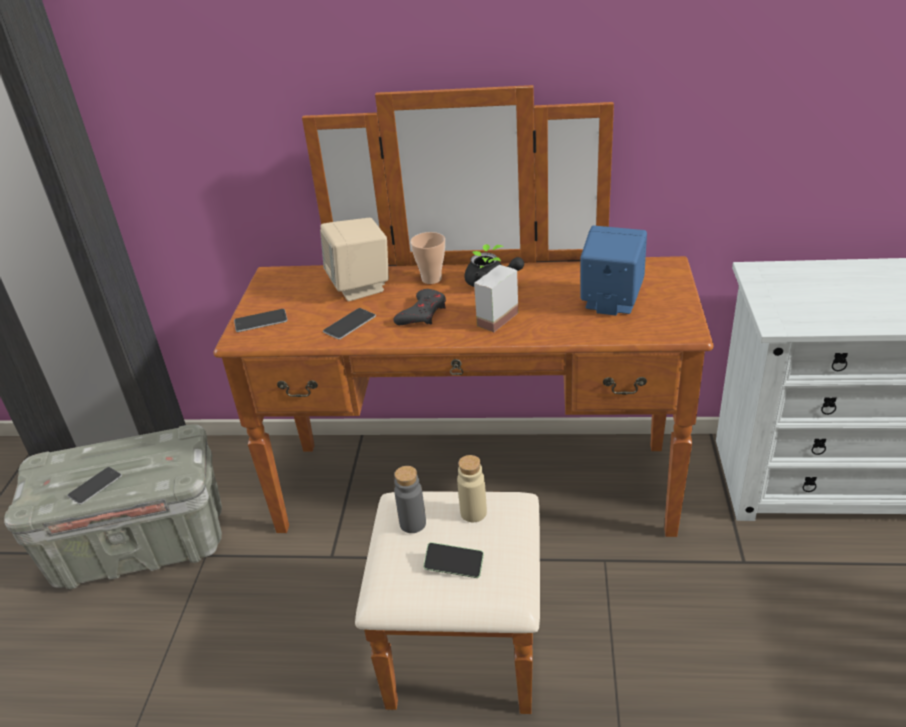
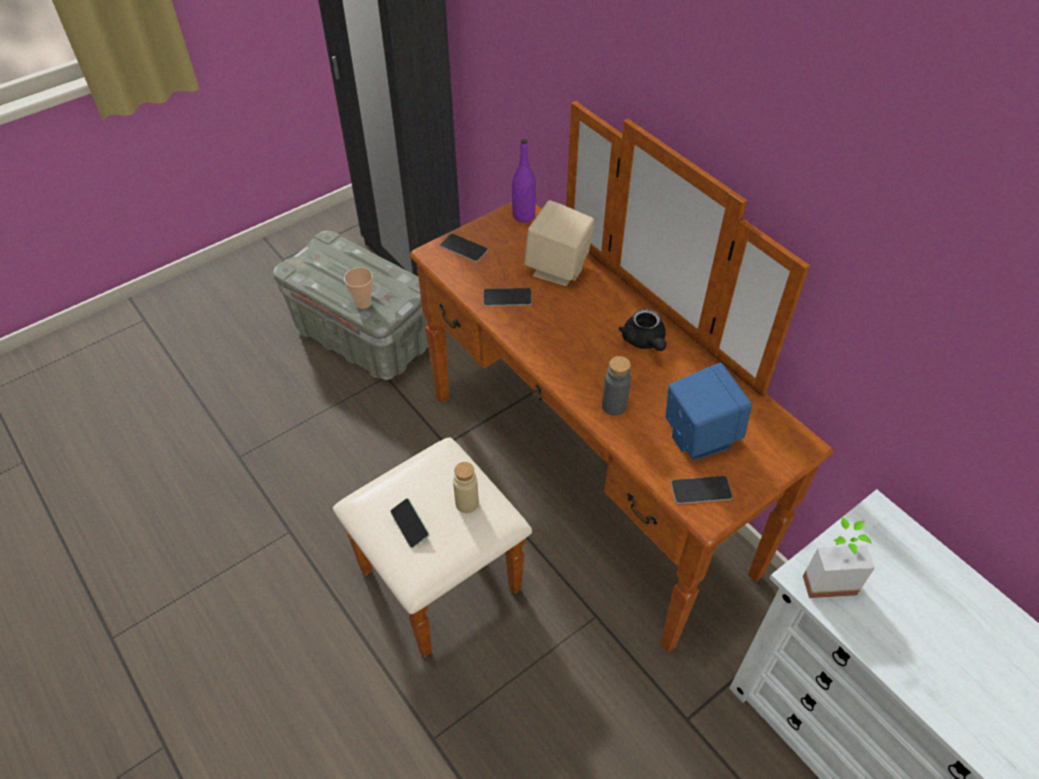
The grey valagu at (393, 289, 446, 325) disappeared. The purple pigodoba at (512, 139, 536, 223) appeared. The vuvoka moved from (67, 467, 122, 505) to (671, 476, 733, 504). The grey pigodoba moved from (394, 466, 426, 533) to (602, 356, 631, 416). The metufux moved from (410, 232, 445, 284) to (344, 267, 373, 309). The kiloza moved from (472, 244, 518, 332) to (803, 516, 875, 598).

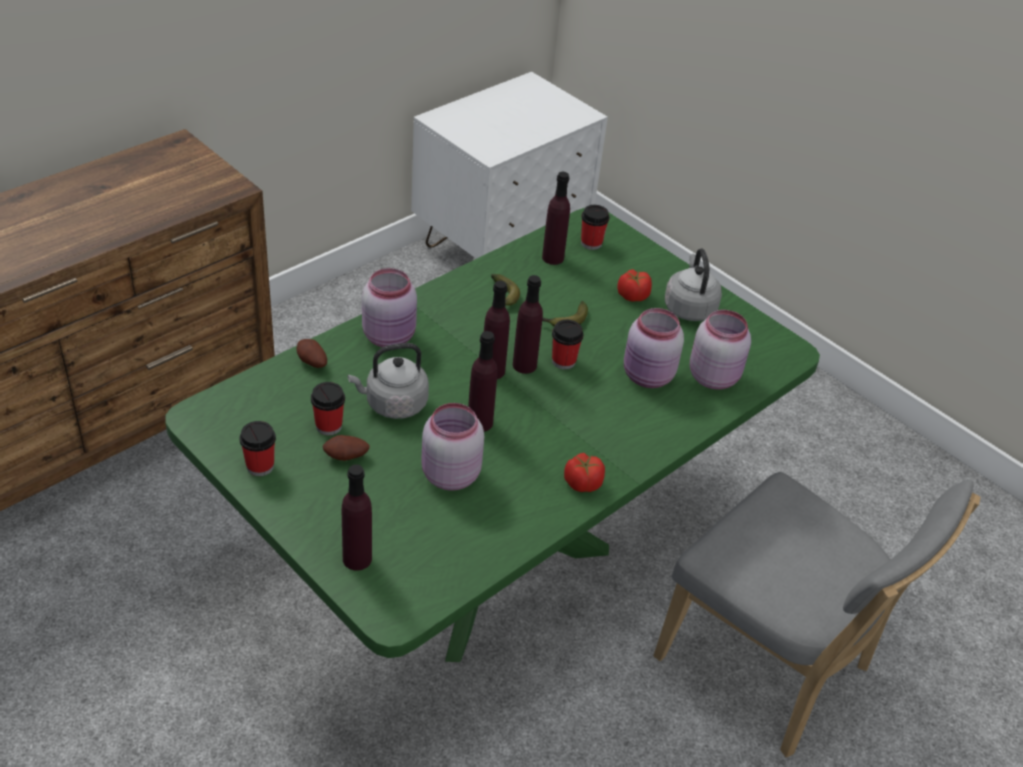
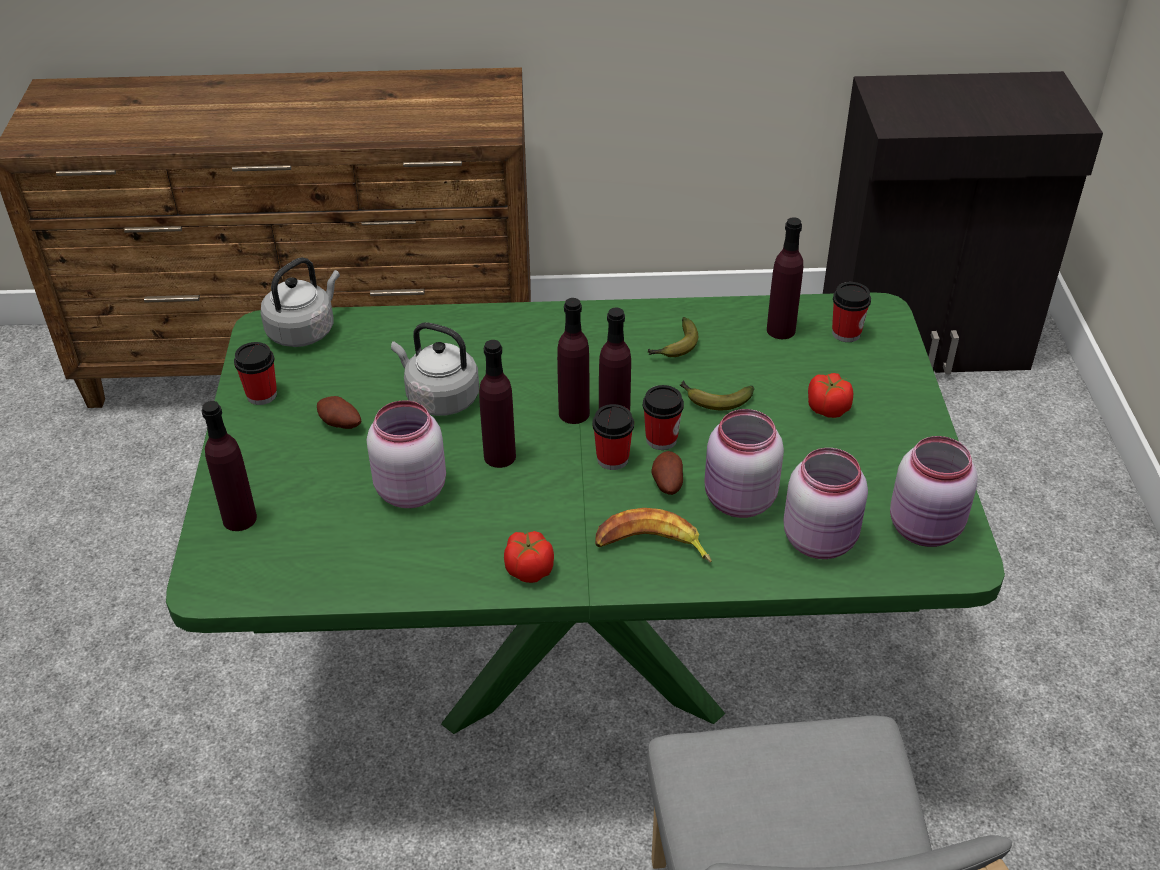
The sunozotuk at (595, 508, 712, 562) appeared. The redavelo moved from (297, 339, 327, 368) to (651, 451, 683, 495). The metufux moved from (311, 382, 345, 435) to (592, 404, 634, 470). The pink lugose moved from (362, 268, 417, 347) to (890, 436, 977, 547). The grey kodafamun moved from (665, 249, 722, 321) to (261, 257, 340, 347). The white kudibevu at (411, 72, 608, 259) was replaced by the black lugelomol at (823, 71, 1103, 375).

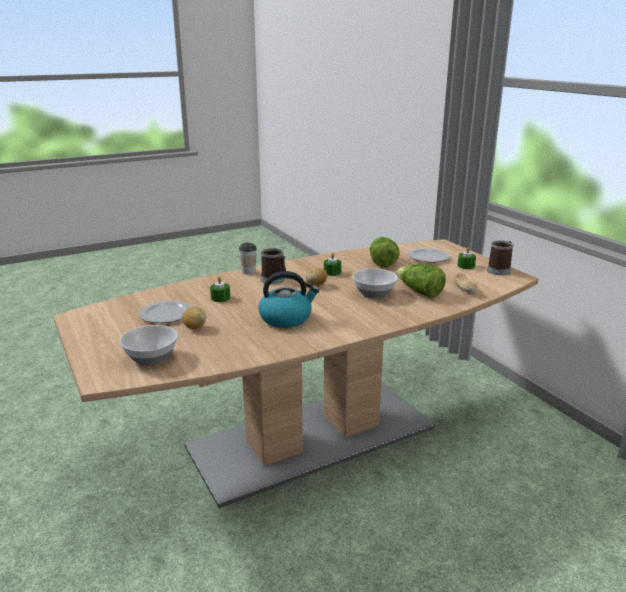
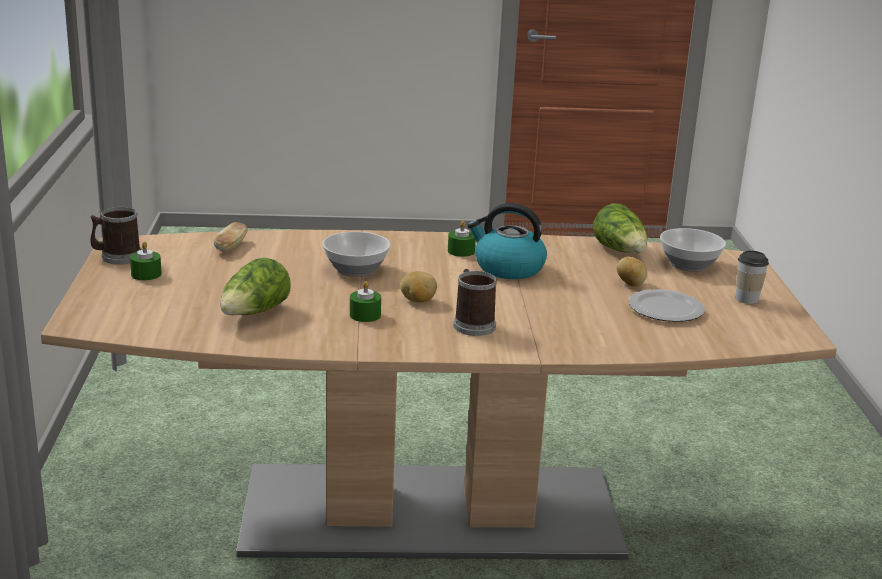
The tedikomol at (408, 248, 450, 263) disappeared. The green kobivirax moved from (210, 277, 230, 302) to (448, 221, 476, 257). The metufux moved from (239, 243, 257, 275) to (736, 251, 769, 304). The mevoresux moved from (396, 264, 446, 298) to (593, 203, 647, 253).

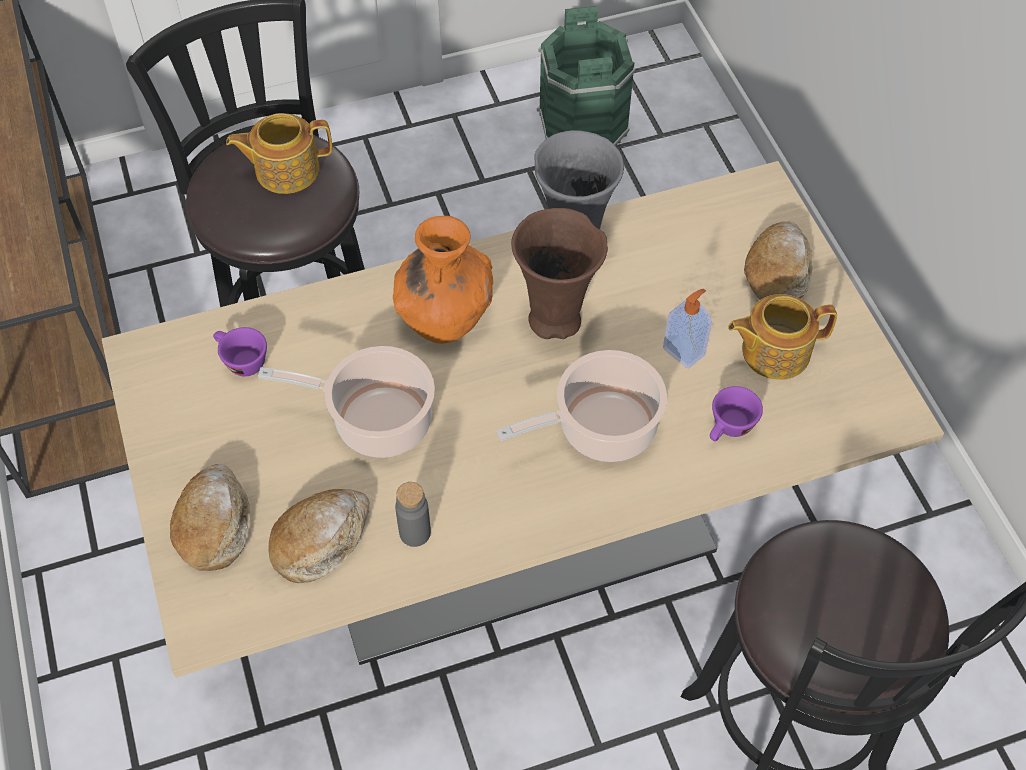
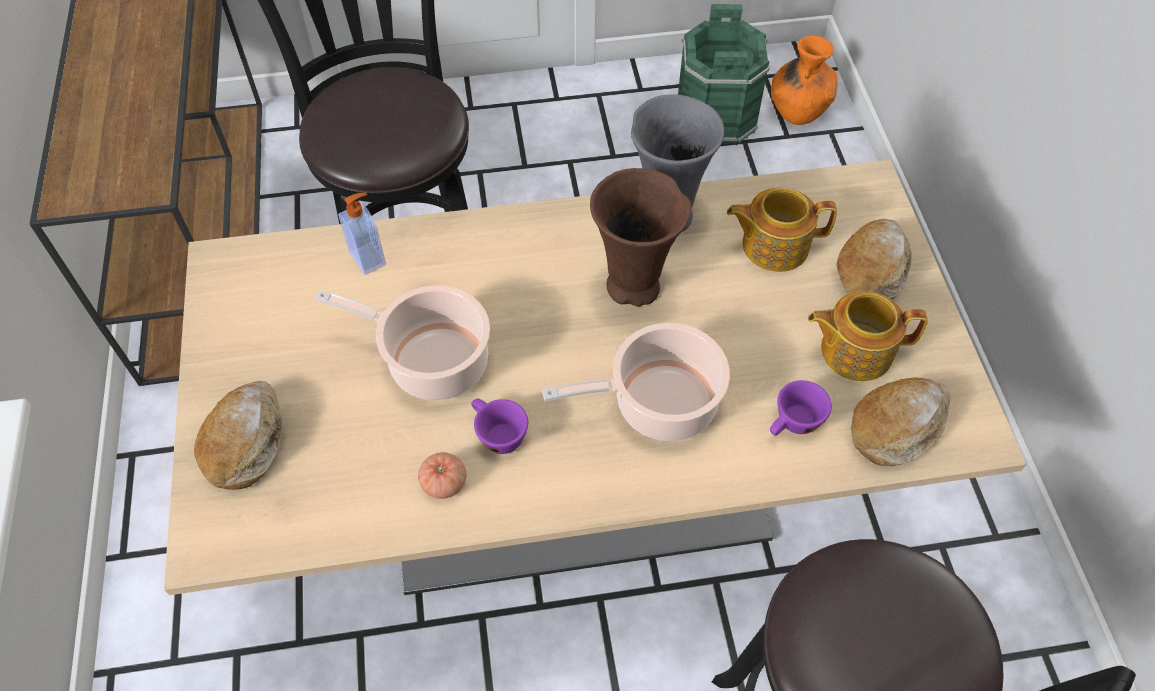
The purple metufux moved from (213, 327, 267, 376) to (471, 399, 528, 454). The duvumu moved from (226, 113, 332, 194) to (727, 187, 837, 272). The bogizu moved from (268, 489, 370, 583) to (851, 377, 950, 466). The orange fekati moved from (393, 216, 493, 344) to (771, 35, 838, 125). The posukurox moved from (663, 289, 712, 369) to (338, 193, 386, 275). The grey pigodoba at (395, 482, 431, 547) was replaced by the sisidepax at (418, 452, 467, 499).

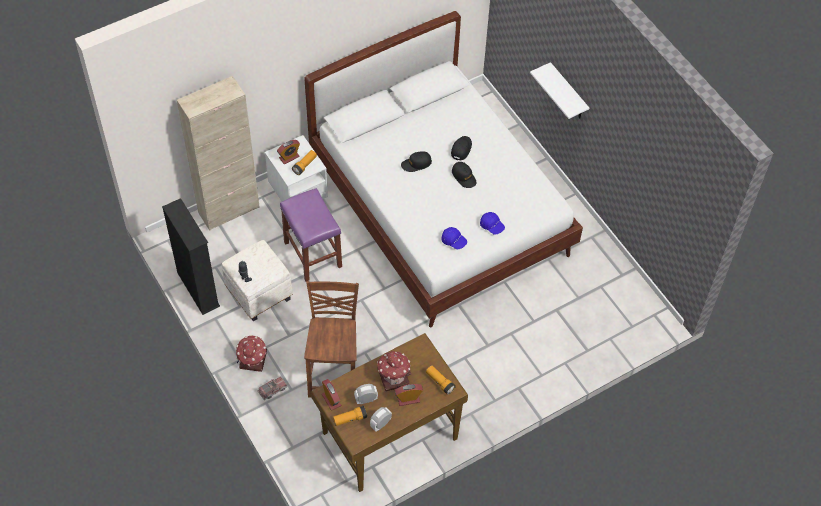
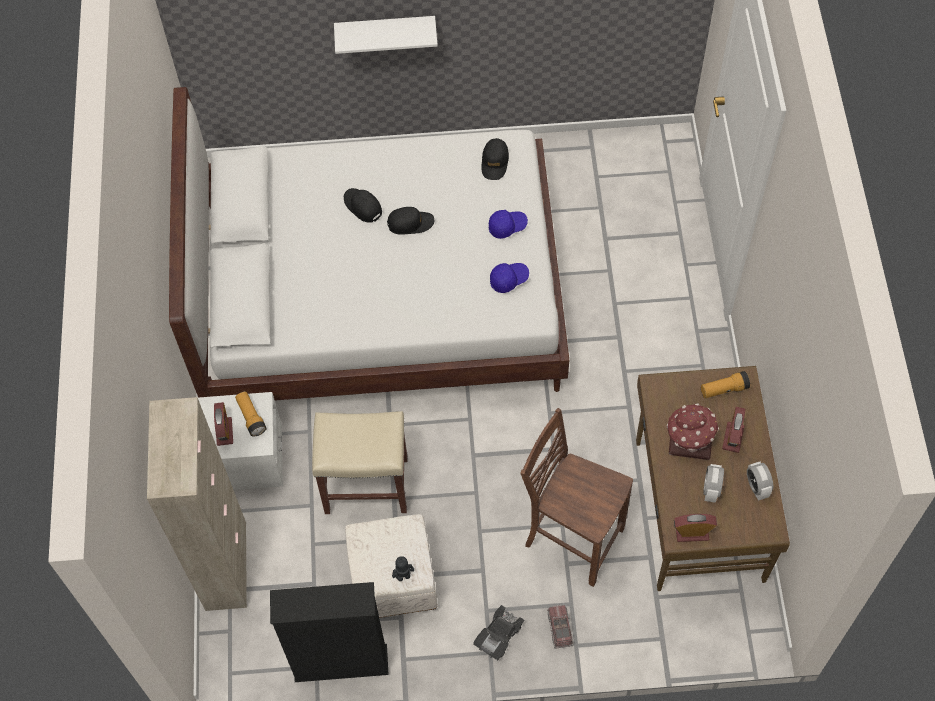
The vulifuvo at (333, 406, 367, 426) disappeared. The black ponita moved from (401, 151, 432, 172) to (481, 138, 509, 180). The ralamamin at (236, 335, 267, 372) was replaced by the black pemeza at (473, 605, 524, 660). The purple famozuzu at (280, 188, 342, 281) became the beige famozuzu at (312, 411, 407, 514).

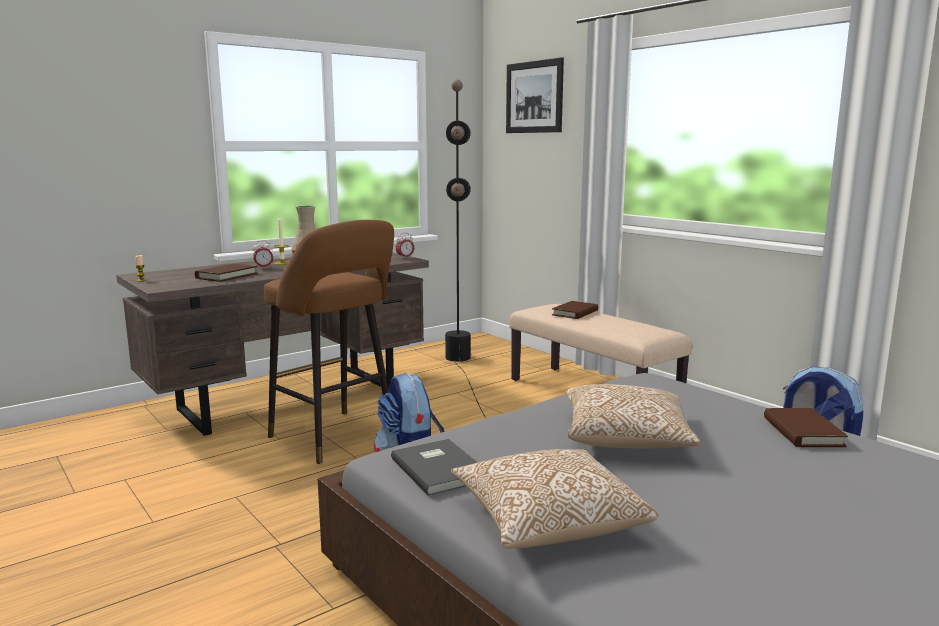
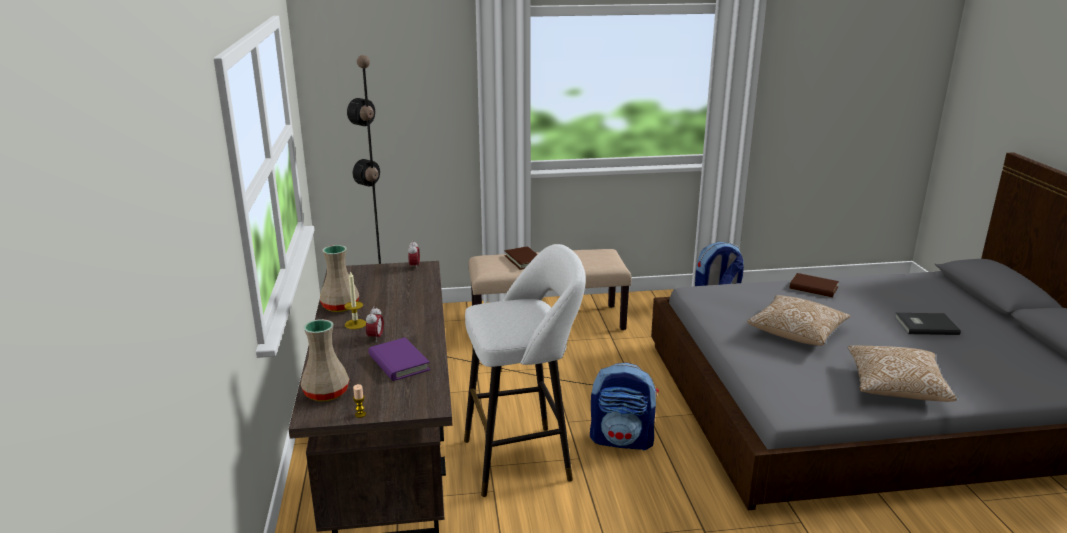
The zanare at (506, 57, 564, 133) disappeared. The beige fekati at (301, 319, 349, 402) appeared. The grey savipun moved from (391, 439, 478, 496) to (894, 313, 961, 335). The brown savipun at (195, 264, 258, 282) became the purple savipun at (368, 338, 430, 381). The brown famozuzu at (264, 220, 394, 464) became the white famozuzu at (464, 244, 586, 497).

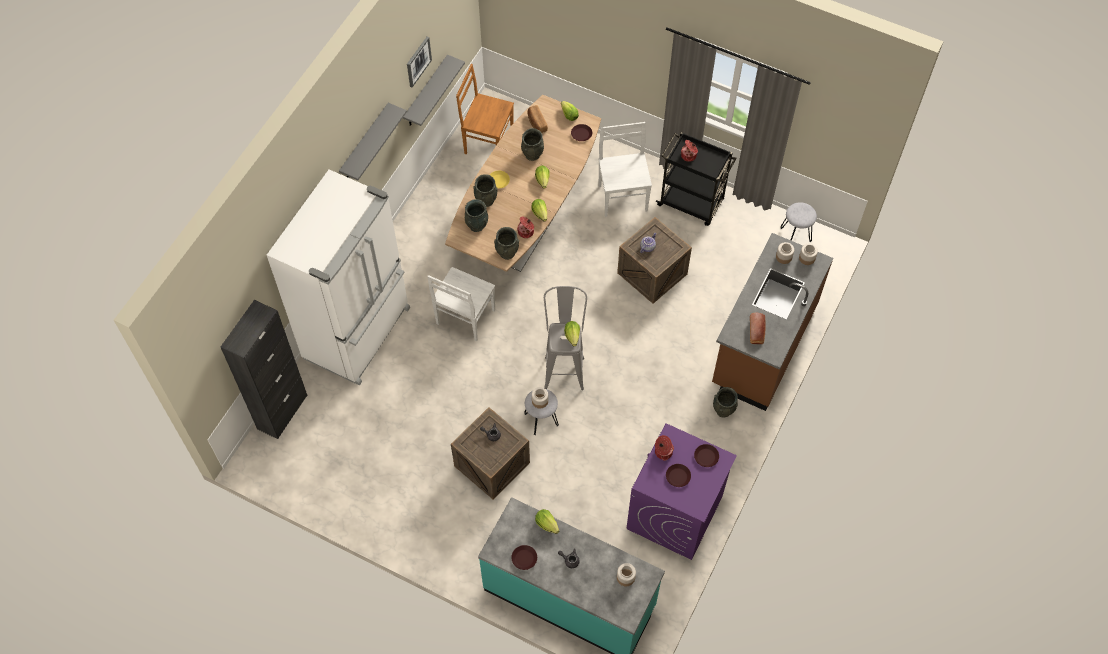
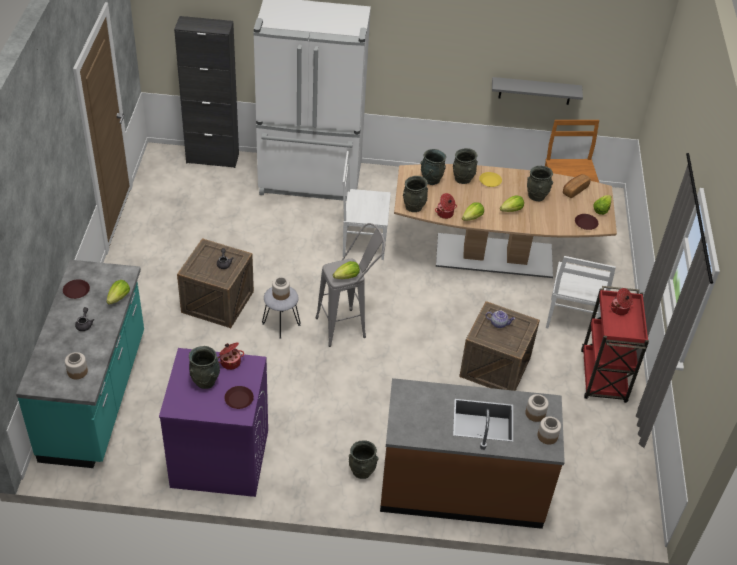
The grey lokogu at (339, 103, 407, 180) disappeared. The zanare at (407, 36, 432, 87) disappeared. The bogizu at (750, 313, 766, 344) disappeared. The grey famozuzu at (781, 202, 817, 242) disappeared. The brown tedikomol at (666, 464, 691, 487) was replaced by the grey fekati at (189, 346, 220, 389). The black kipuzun at (656, 132, 737, 226) became the red kipuzun at (581, 286, 649, 403). The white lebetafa at (598, 122, 652, 217) turned 135 degrees clockwise.

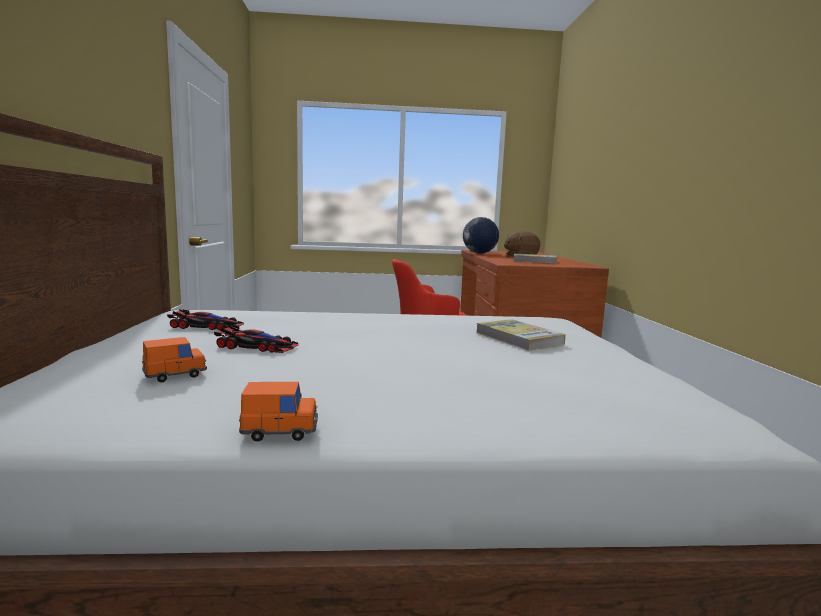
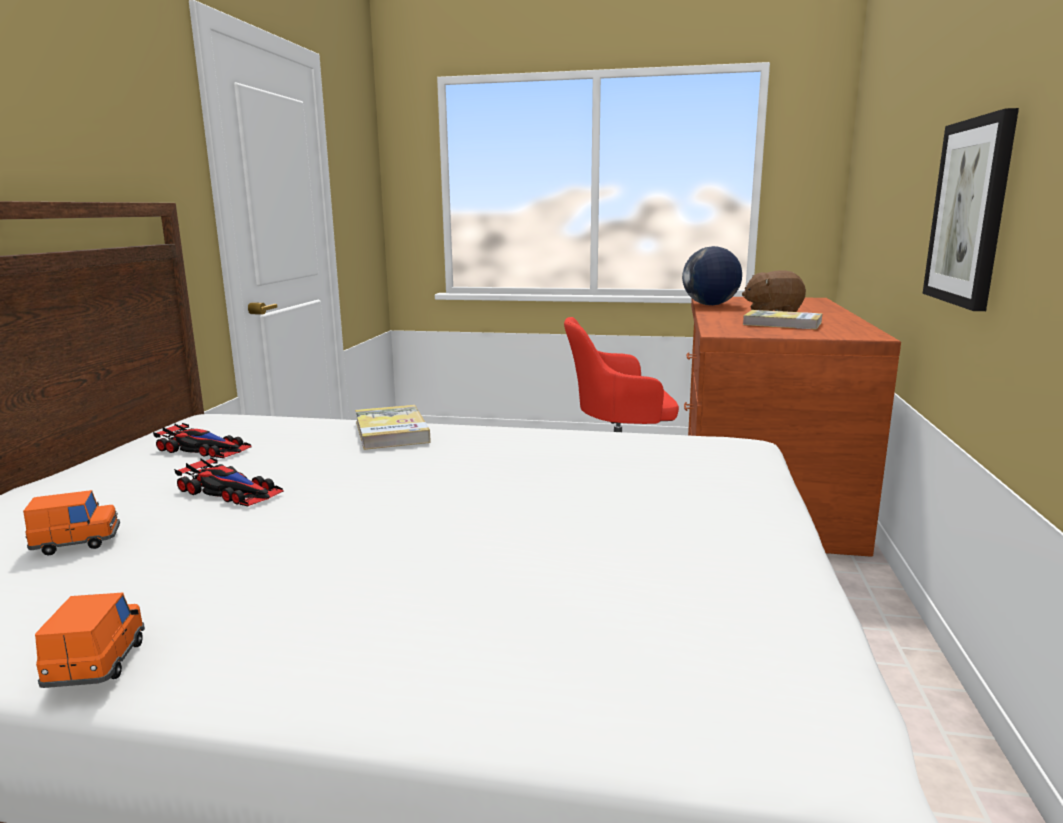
The zanare at (922, 108, 1019, 311) appeared. The savipun moved from (476, 319, 566, 351) to (355, 405, 431, 450). The orange pemeza at (239, 382, 318, 442) turned 105 degrees counterclockwise.

